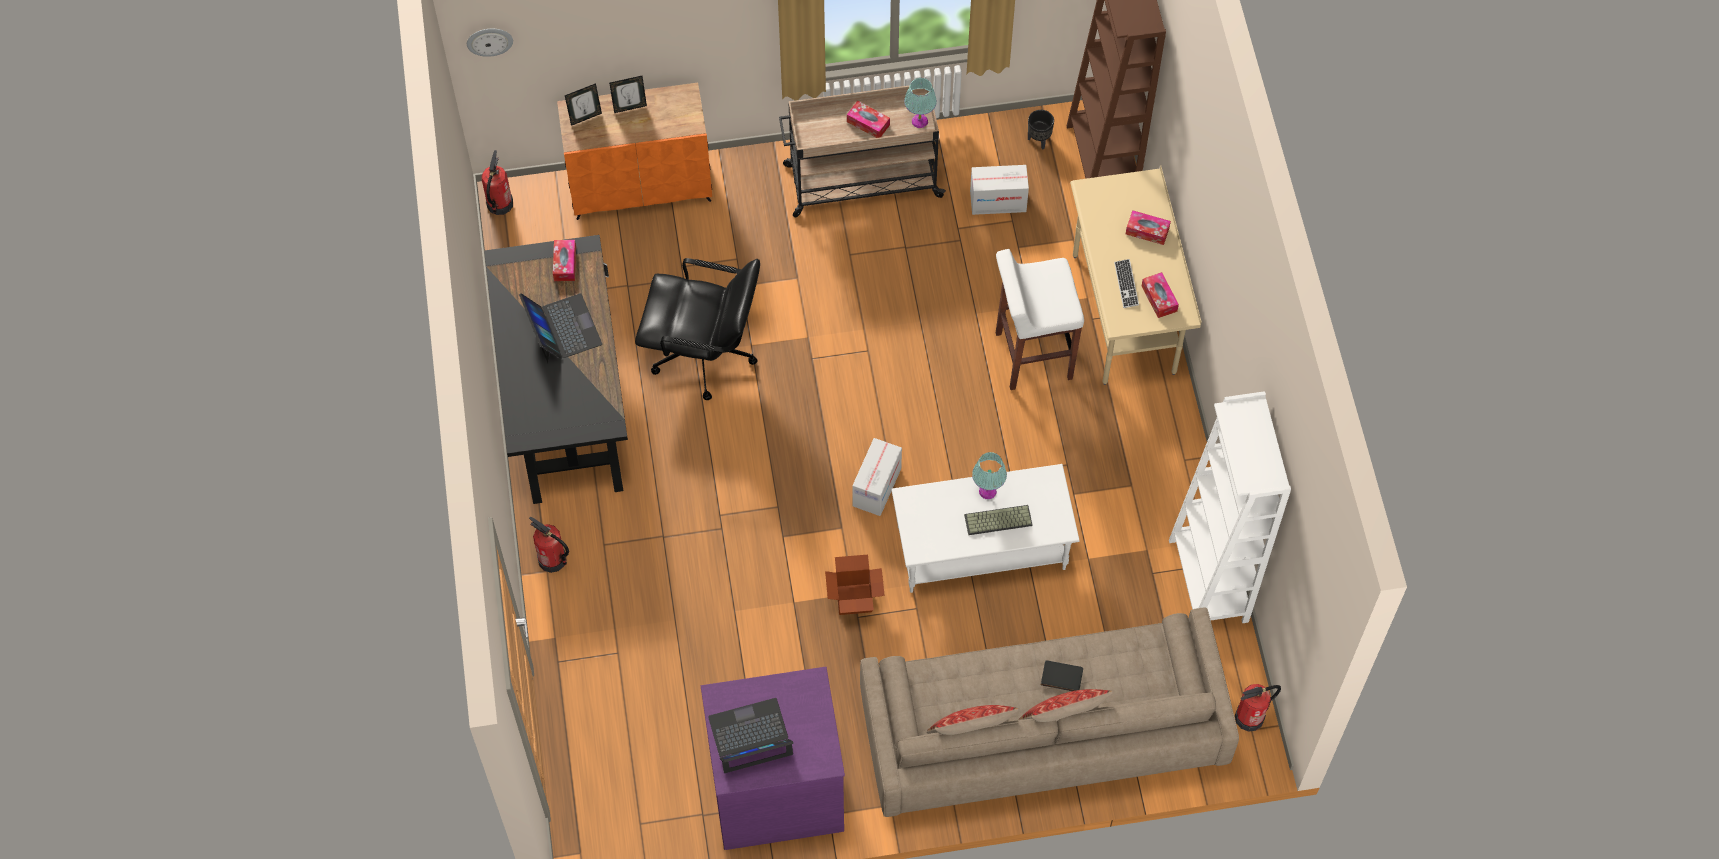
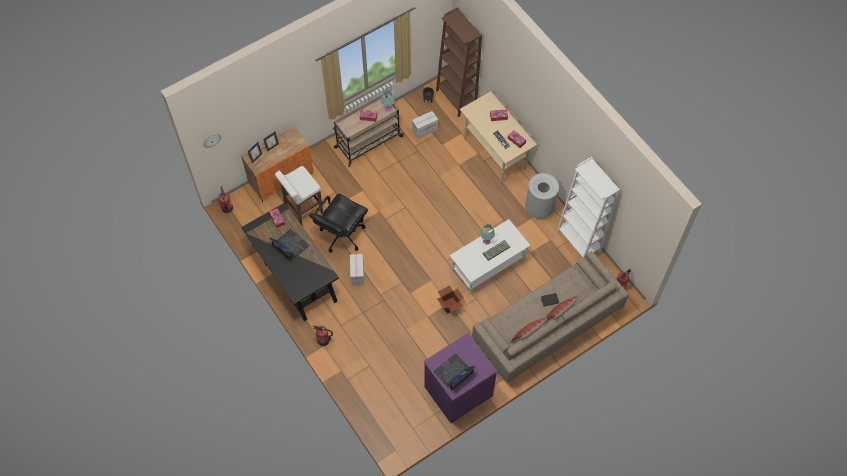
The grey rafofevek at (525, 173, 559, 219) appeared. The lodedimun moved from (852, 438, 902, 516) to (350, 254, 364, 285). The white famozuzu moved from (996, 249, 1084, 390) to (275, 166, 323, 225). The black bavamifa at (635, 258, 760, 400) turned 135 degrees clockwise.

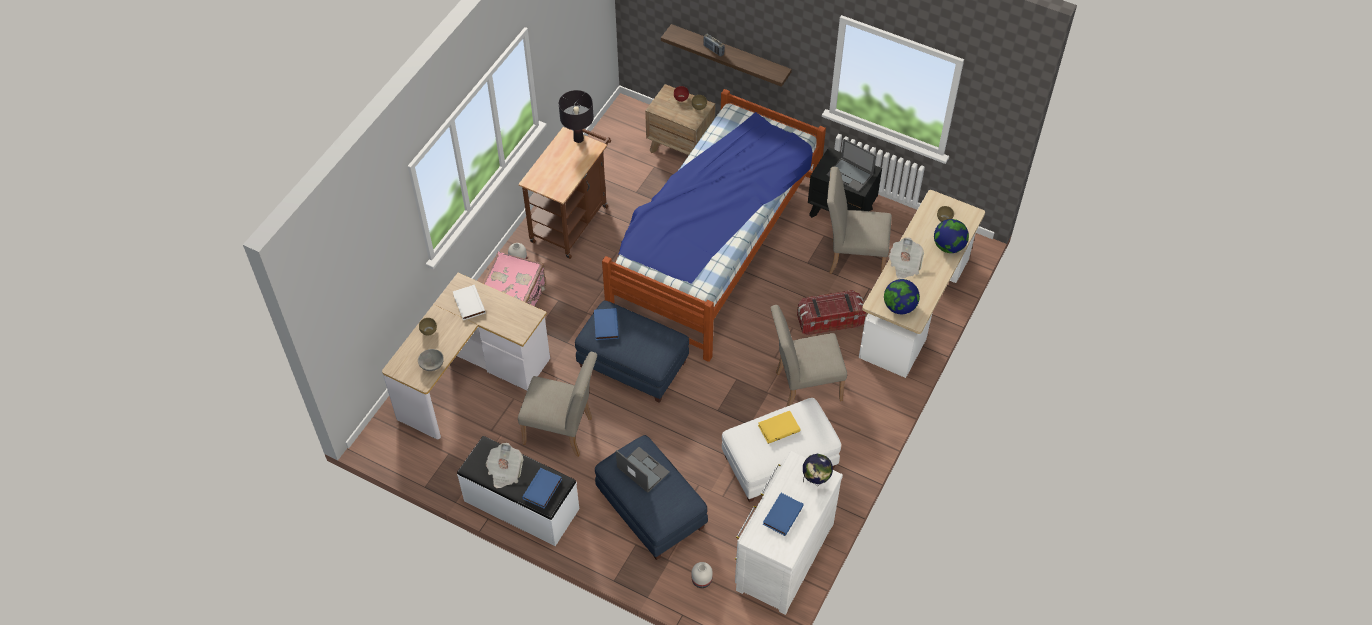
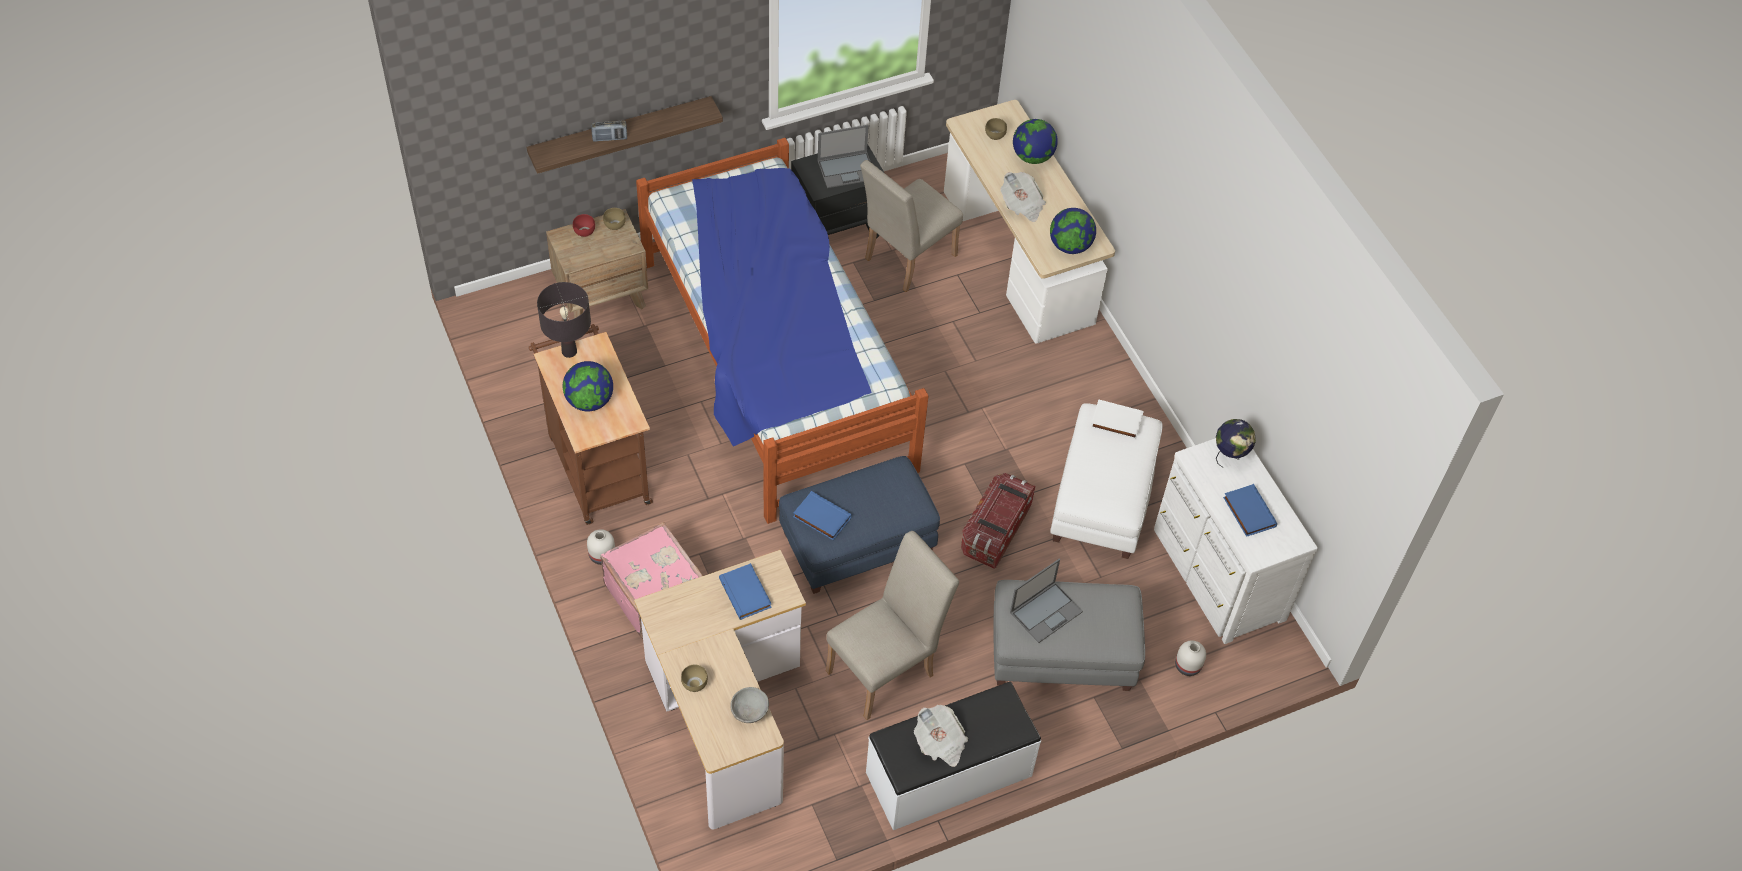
The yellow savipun at (758, 411, 800, 444) disappeared. The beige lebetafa at (771, 305, 847, 407) disappeared. The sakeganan at (563, 361, 613, 412) appeared. The white savipun moved from (453, 285, 486, 320) to (1091, 399, 1144, 439). The blue savipun moved from (522, 468, 562, 508) to (719, 563, 772, 620). The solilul moved from (797, 290, 866, 335) to (961, 473, 1035, 568). The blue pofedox at (595, 435, 708, 560) became the grey pofedox at (993, 580, 1145, 691). The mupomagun at (616, 447, 670, 493) turned 150 degrees clockwise.

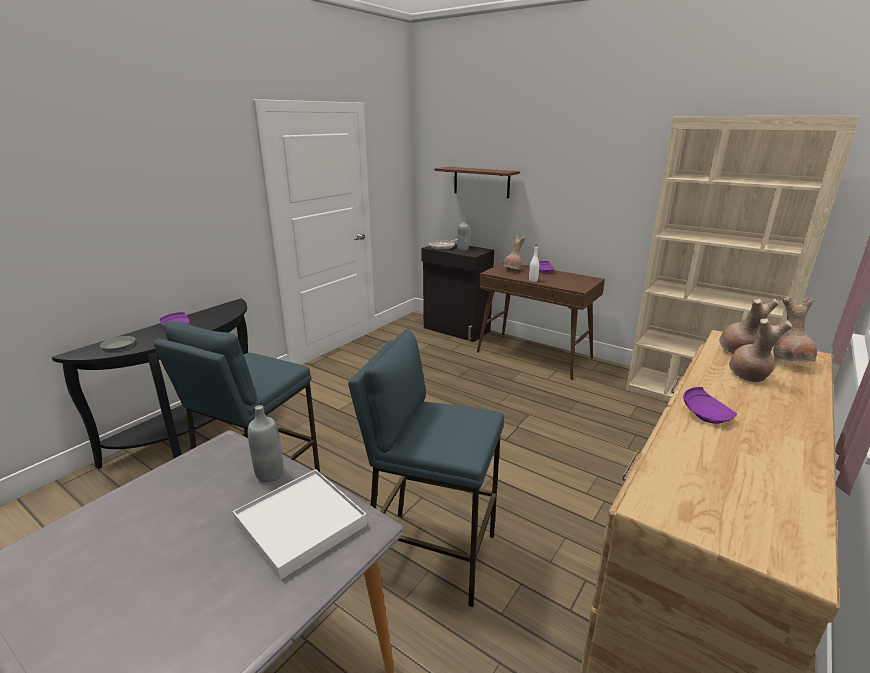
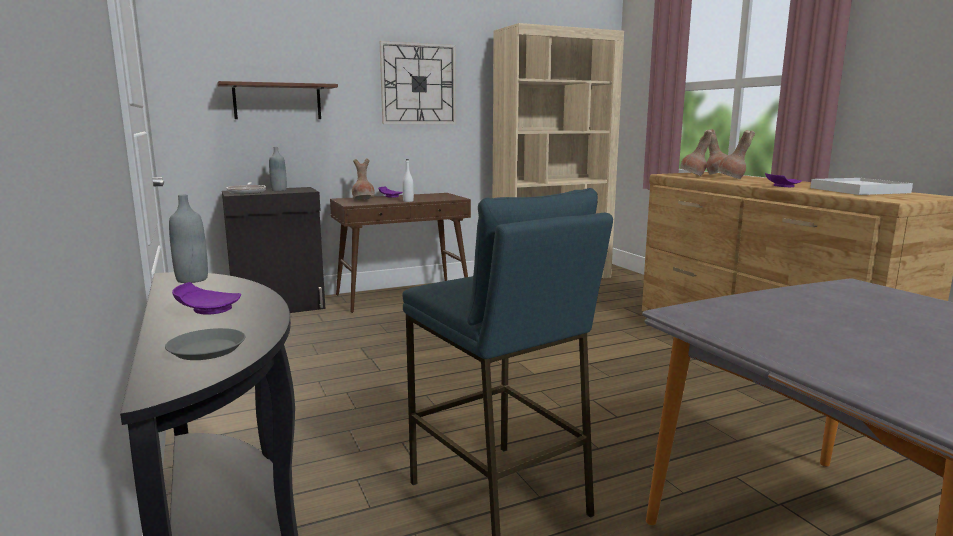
The blue famozuzu at (348, 329, 504, 607) disappeared. The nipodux at (380, 41, 456, 124) appeared. The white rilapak moved from (233, 469, 367, 580) to (810, 178, 913, 195). The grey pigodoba moved from (248, 405, 284, 482) to (169, 194, 208, 283).

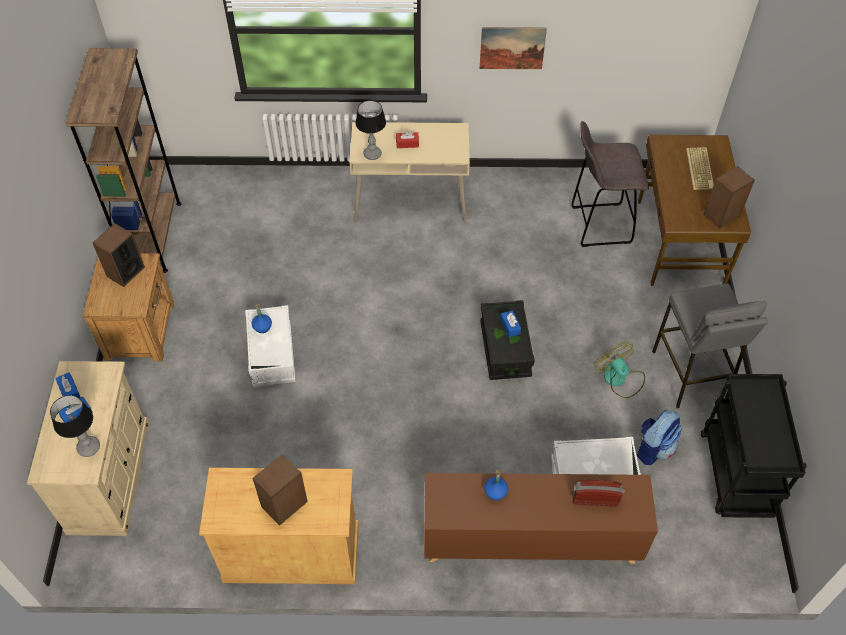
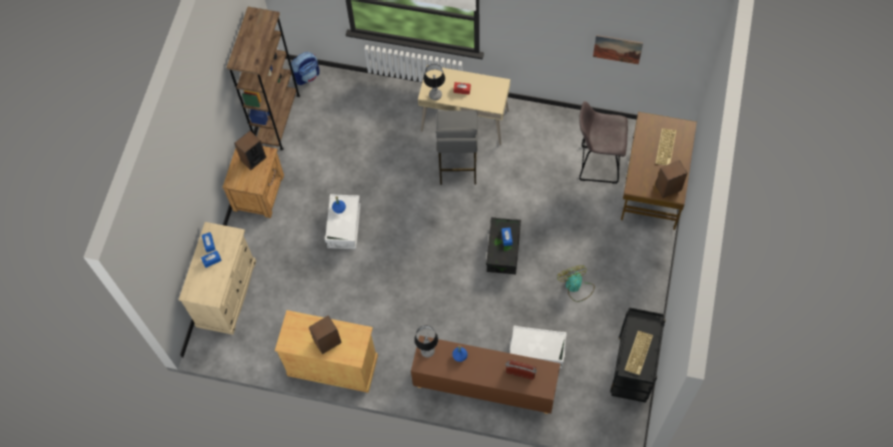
The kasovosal at (625, 331, 653, 375) appeared. The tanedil moved from (50, 395, 100, 457) to (414, 325, 438, 357). The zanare moved from (480, 27, 547, 69) to (593, 35, 643, 65). The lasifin moved from (637, 410, 682, 465) to (291, 52, 320, 85). The grey famozuzu moved from (652, 284, 768, 408) to (436, 110, 478, 185).

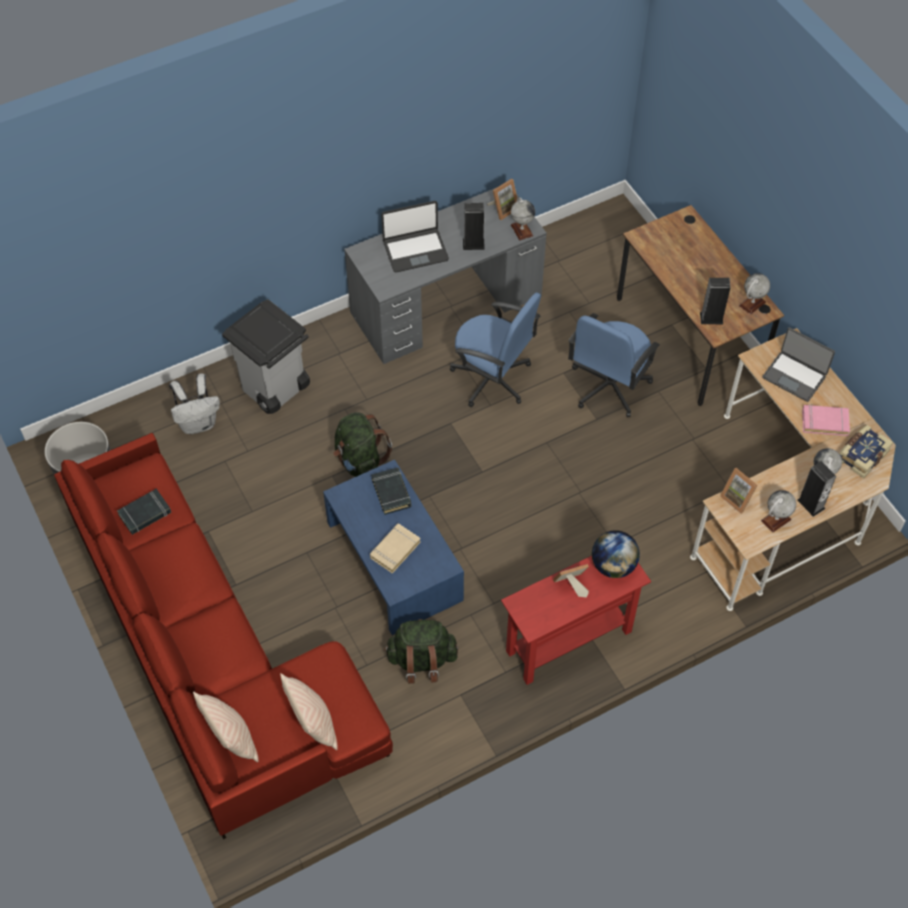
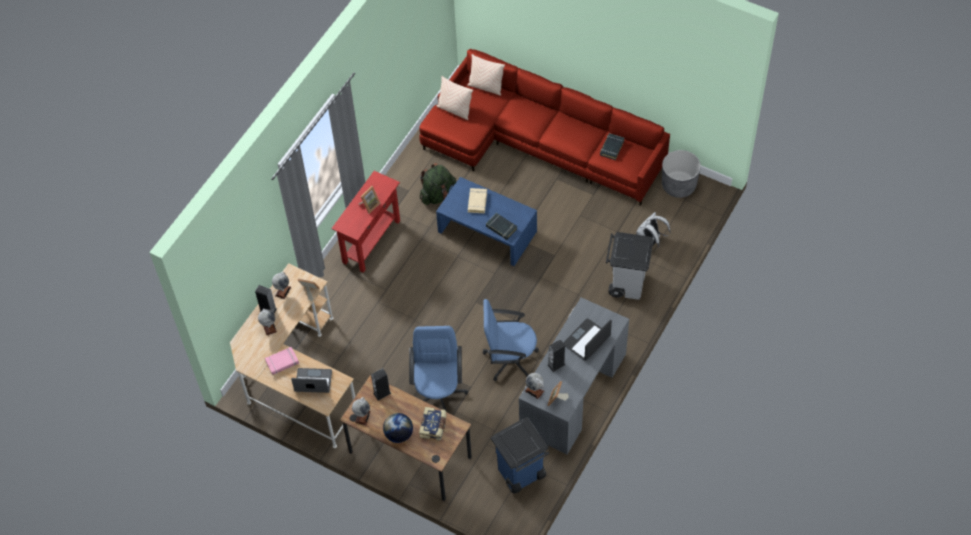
The green lasifin at (333, 413, 392, 477) disappeared. The blue rafofevek at (491, 418, 549, 494) appeared. The sakeganan moved from (592, 530, 640, 578) to (383, 413, 413, 443). The savipun moved from (839, 425, 893, 478) to (419, 407, 447, 441).

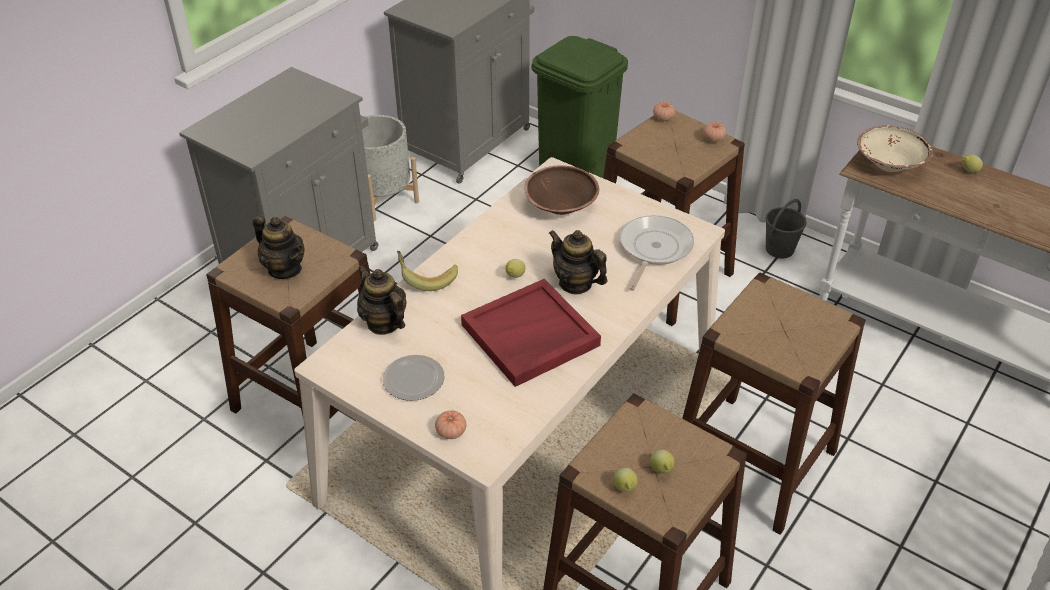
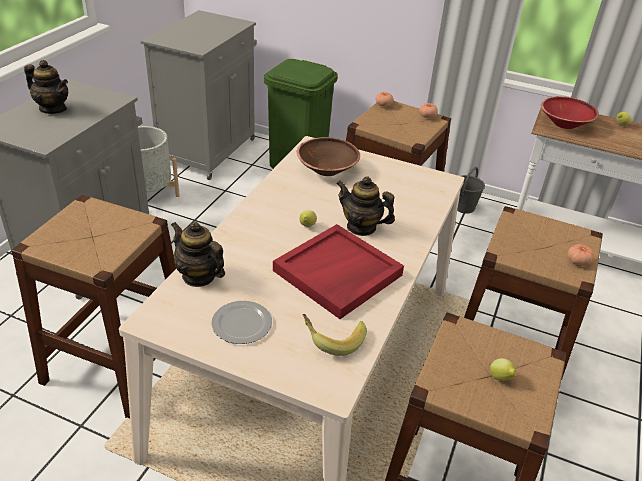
The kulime at (613, 468, 638, 492) disappeared. The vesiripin at (620, 215, 694, 291) disappeared. The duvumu moved from (253, 215, 304, 279) to (24, 60, 68, 114). The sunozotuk moved from (397, 251, 458, 291) to (302, 314, 367, 356). The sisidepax moved from (435, 410, 466, 439) to (568, 244, 594, 266). The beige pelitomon at (857, 125, 933, 172) became the red pelitomon at (541, 96, 599, 129).

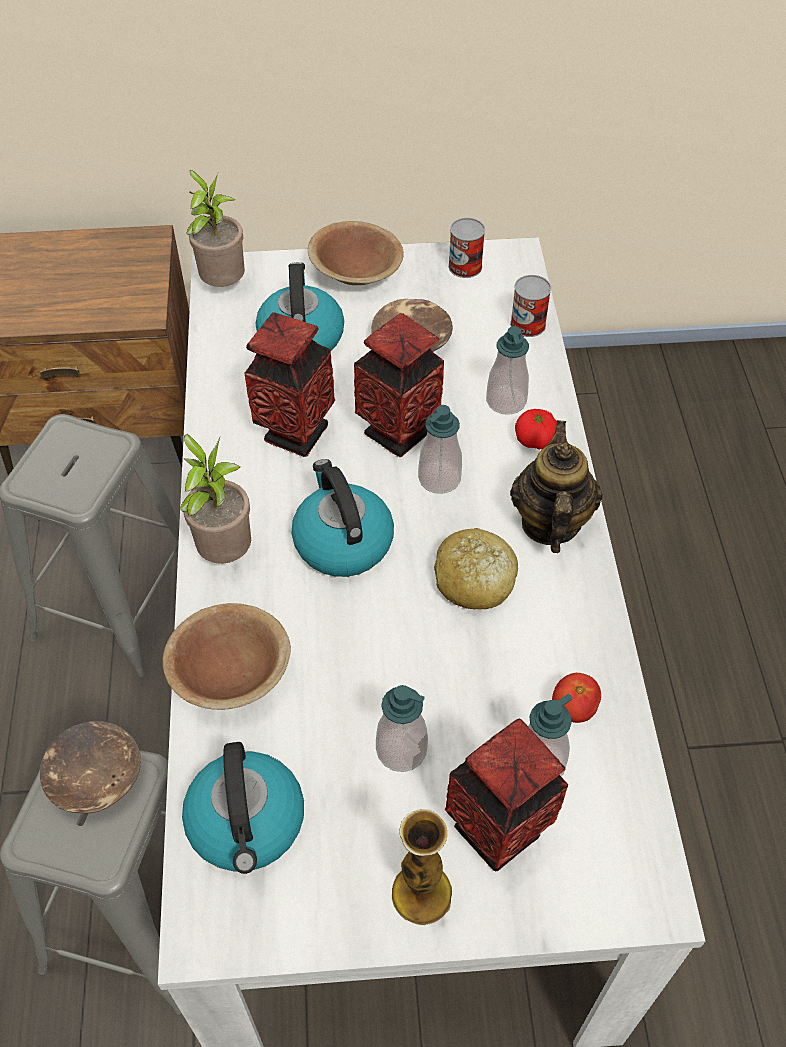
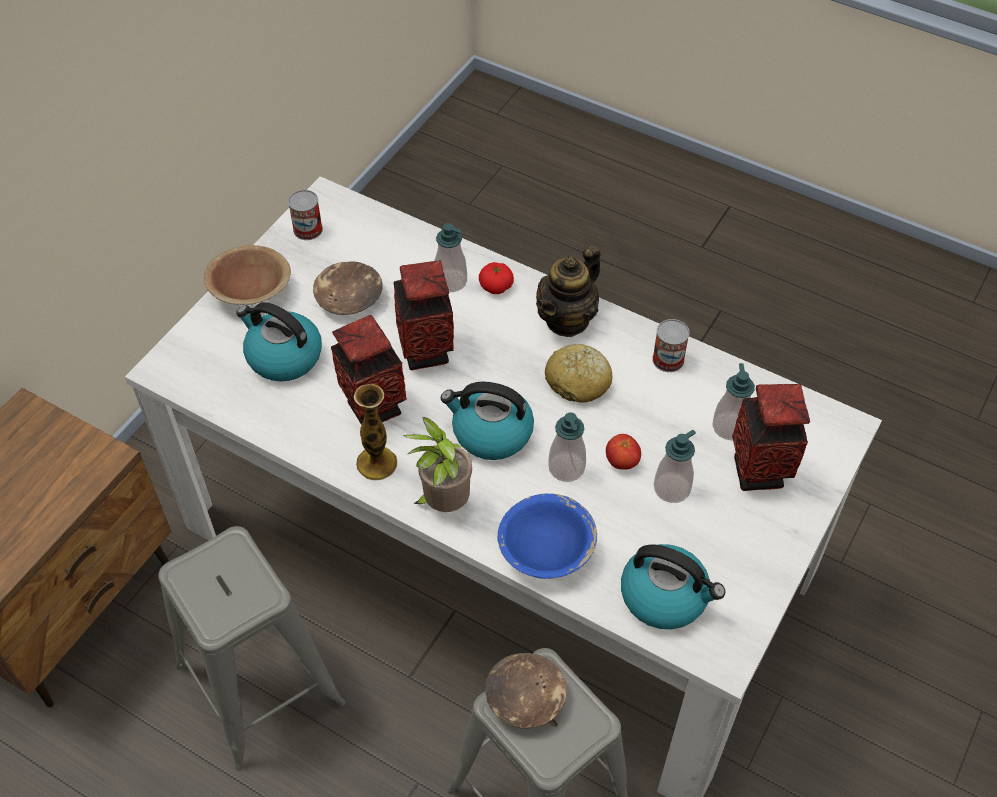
The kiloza at (186, 170, 245, 287) disappeared. The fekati moved from (392, 809, 452, 925) to (354, 384, 397, 480). The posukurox moved from (418, 405, 462, 494) to (548, 412, 586, 482). The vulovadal moved from (510, 275, 551, 337) to (652, 319, 690, 372). The sisidepax moved from (552, 673, 601, 723) to (606, 434, 641, 470). The brown pelitomon at (163, 603, 291, 710) became the blue pelitomon at (497, 494, 597, 579). The duvumu at (510, 420, 603, 553) turned 90 degrees counterclockwise.

